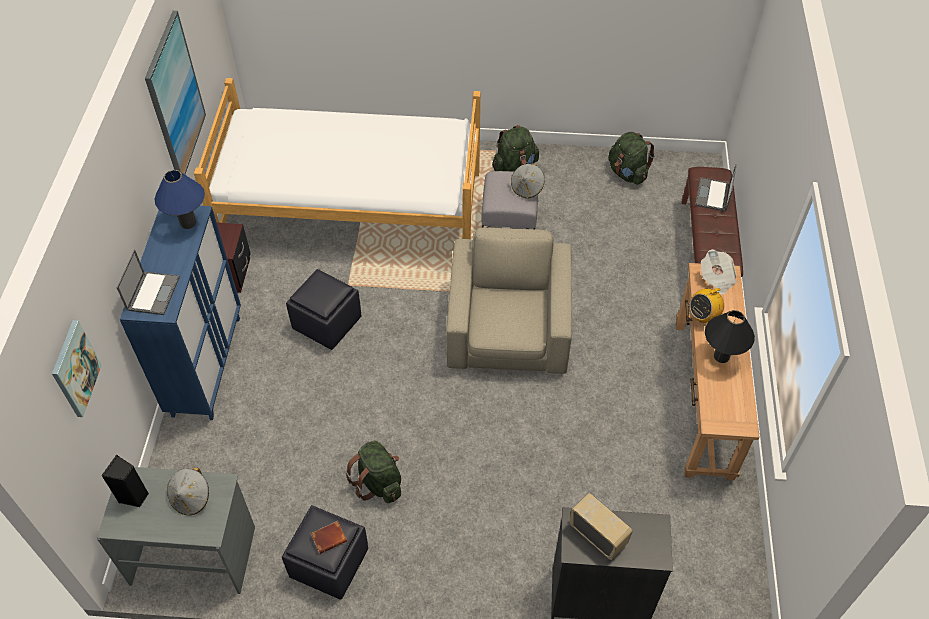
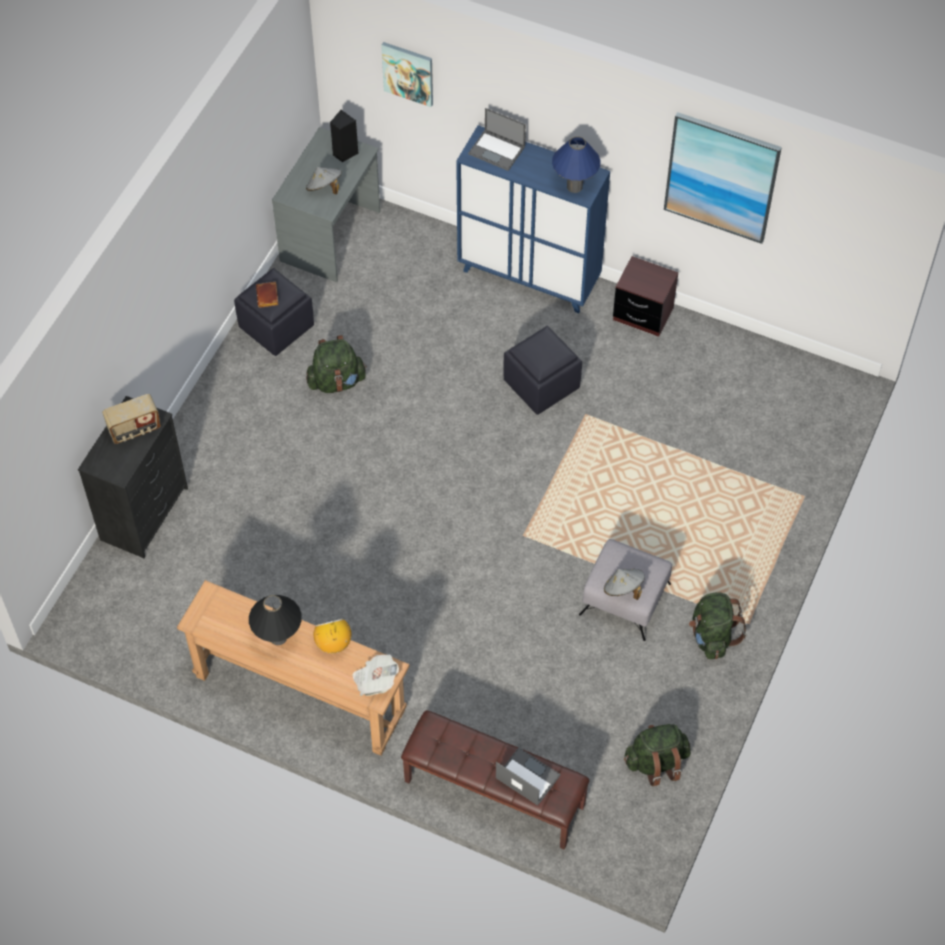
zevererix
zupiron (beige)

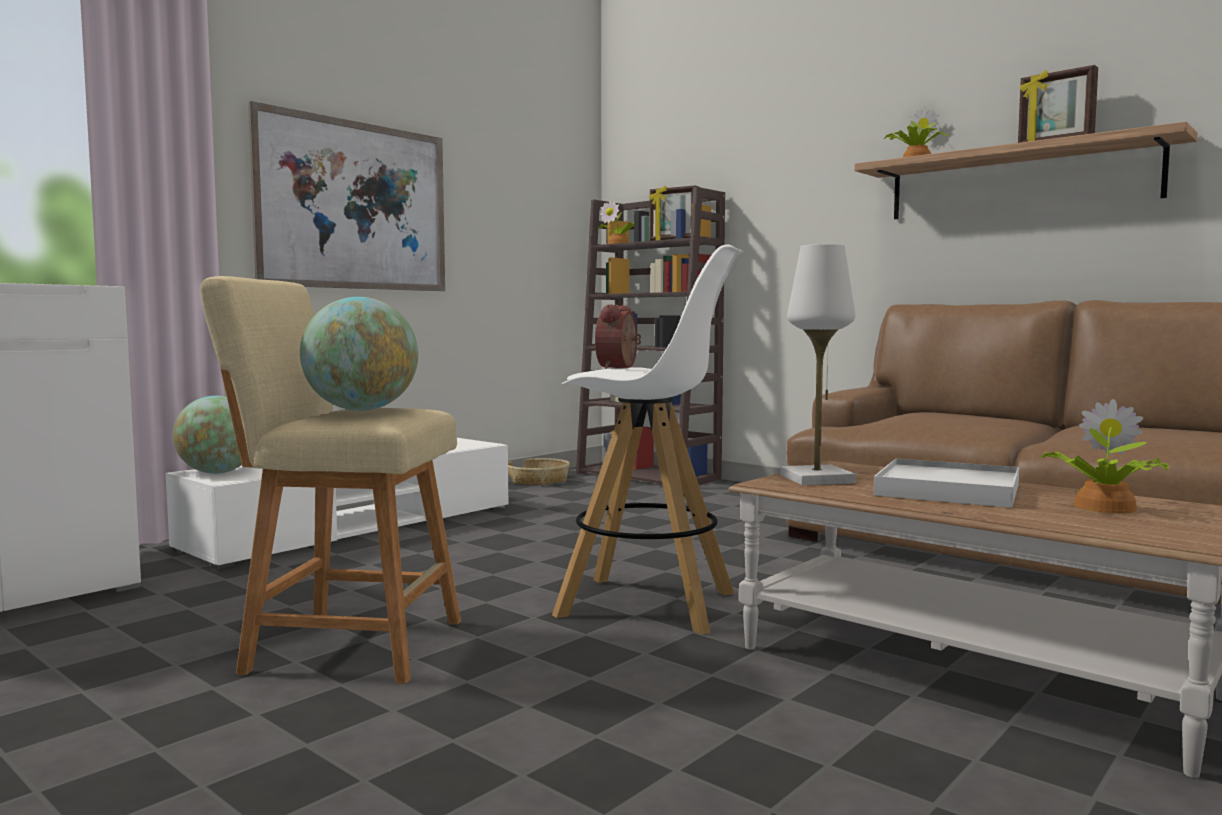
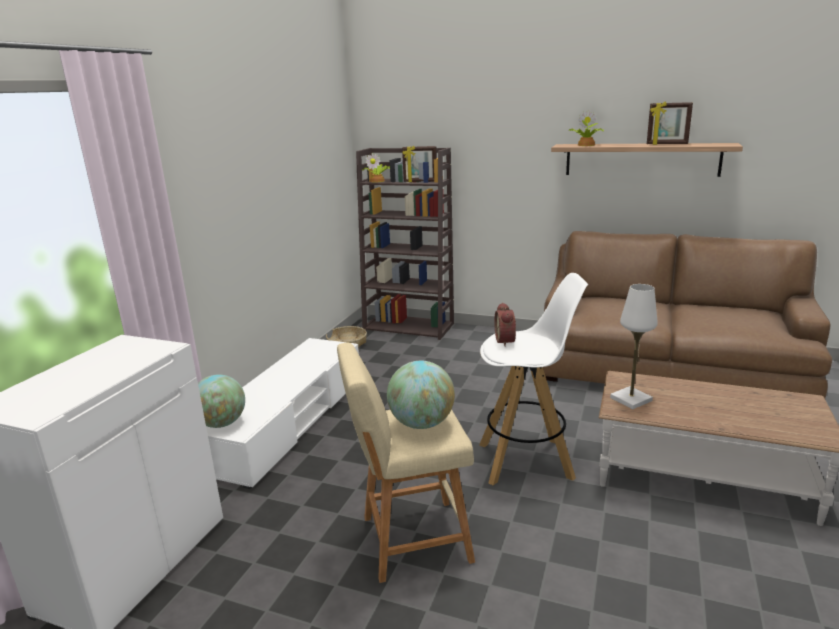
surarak
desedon (no. 3 from left in the first image)
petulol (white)

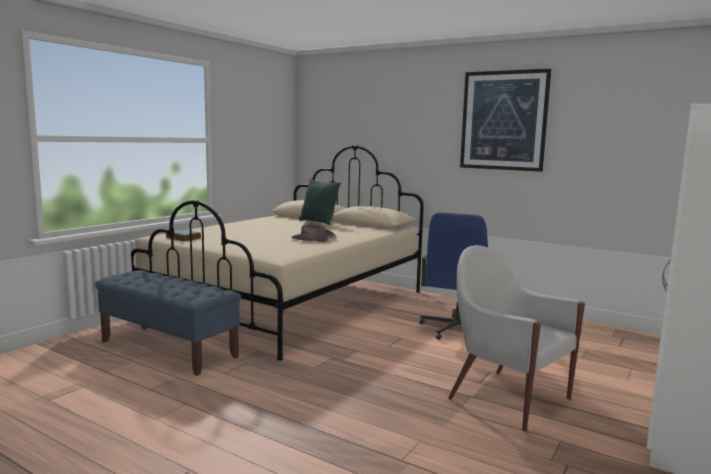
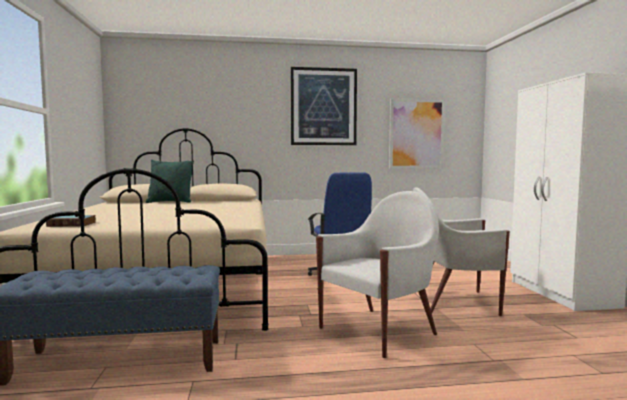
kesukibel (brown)
surarak (no. 2 from left)
zupiron (white) (no. 1 from left)

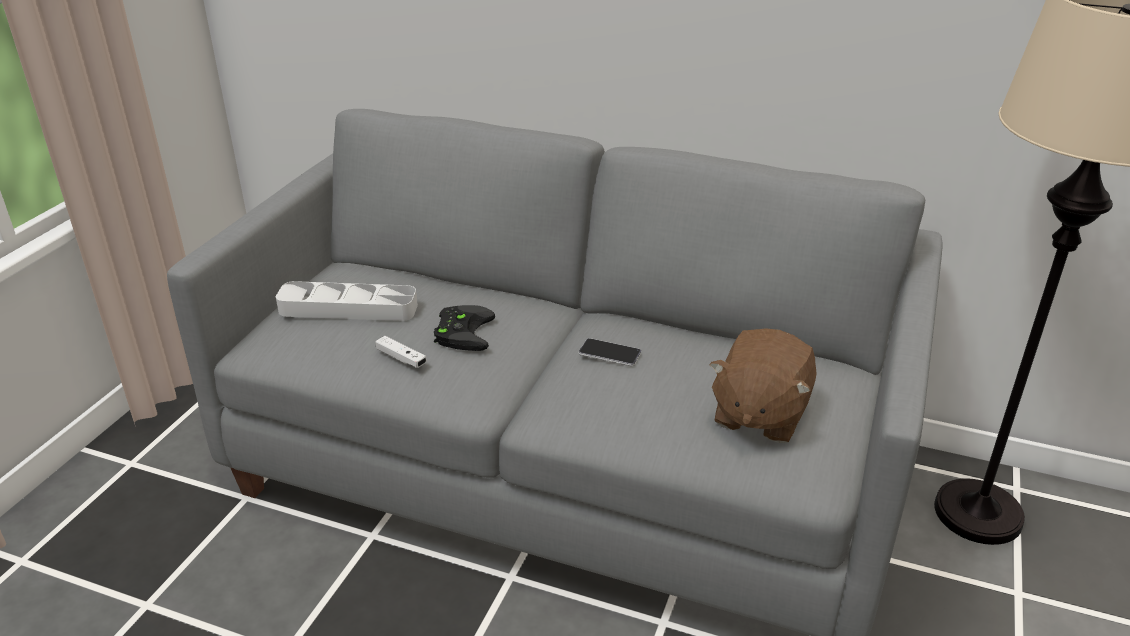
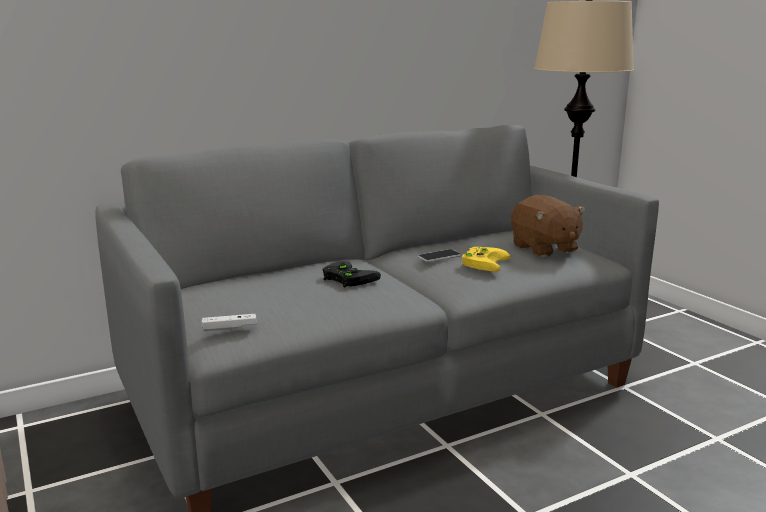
petulol (grey)
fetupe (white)
fetupe (yellow)

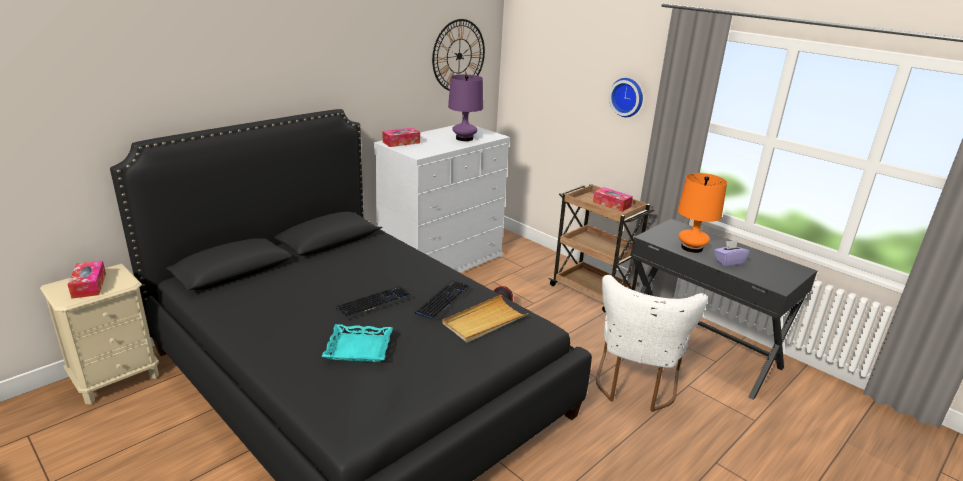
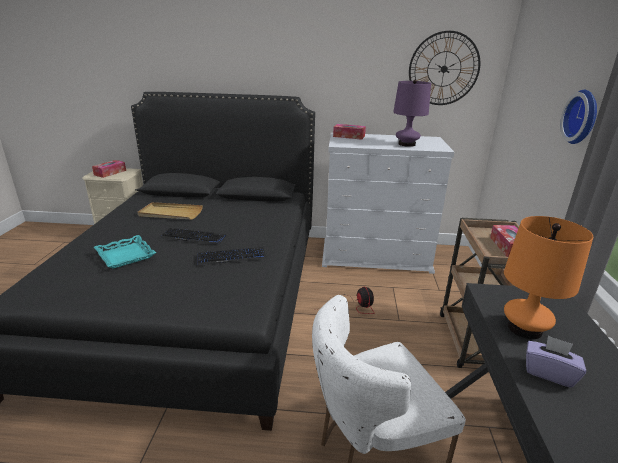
petulol (beige)

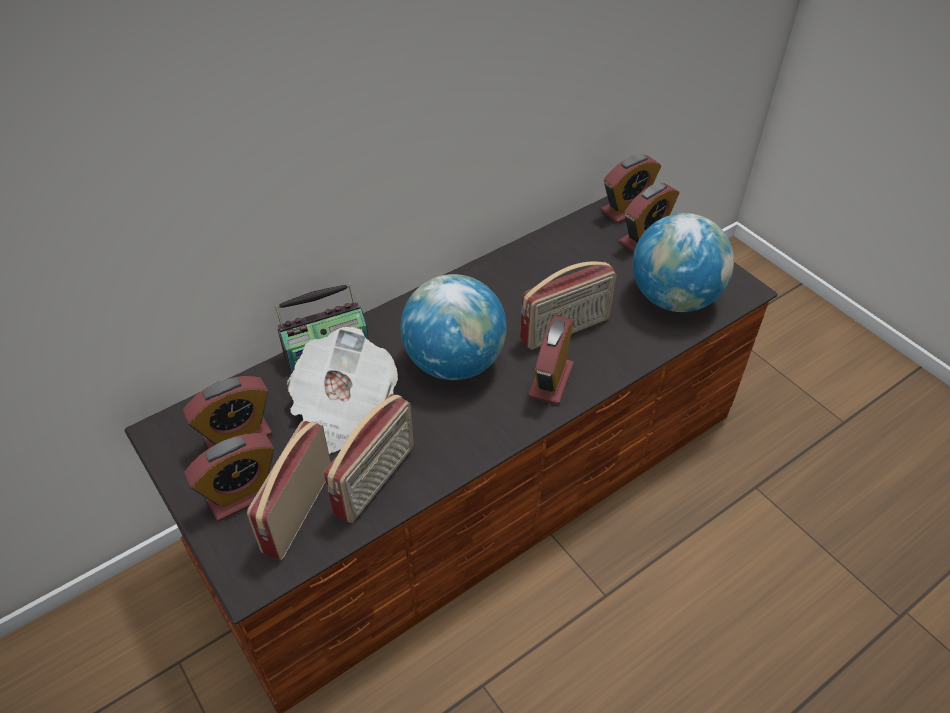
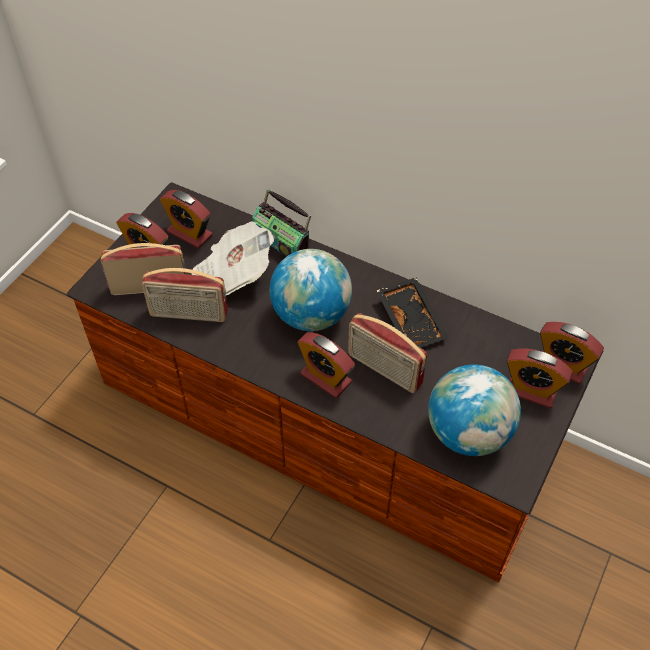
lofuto (no. 3 from left)
petulol (black)

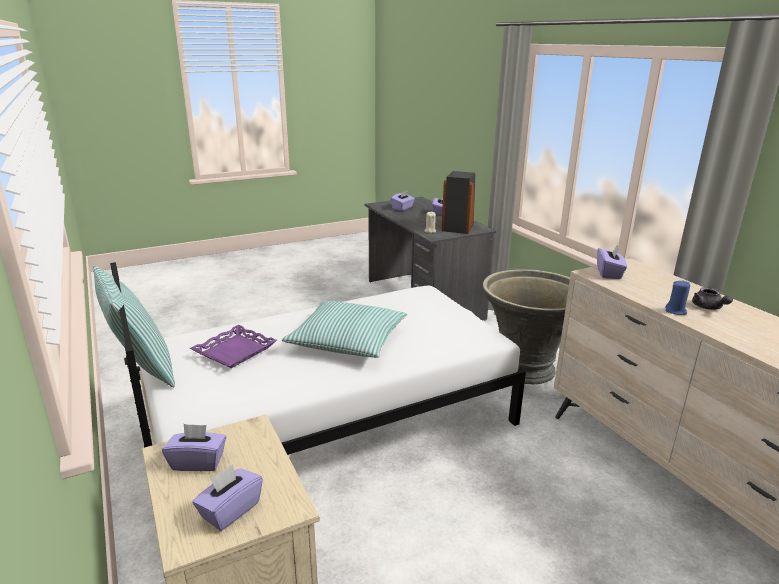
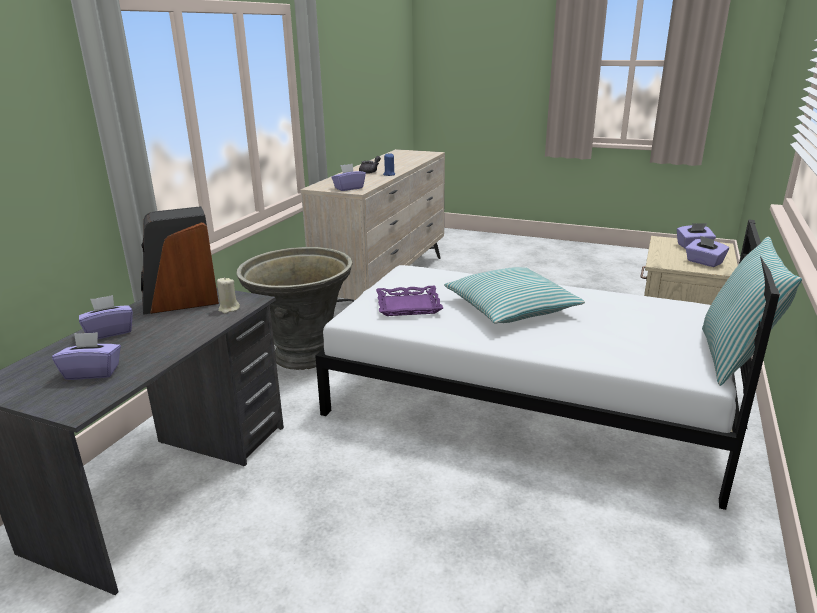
petulol (purple)

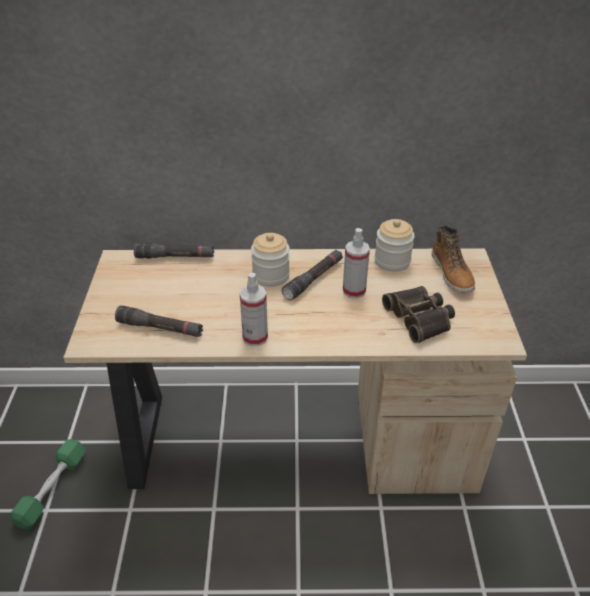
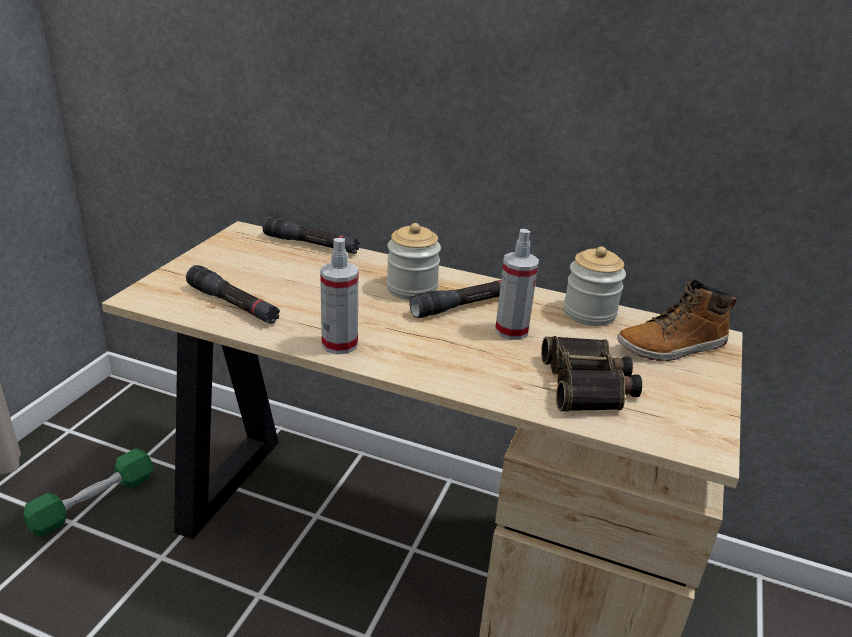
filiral

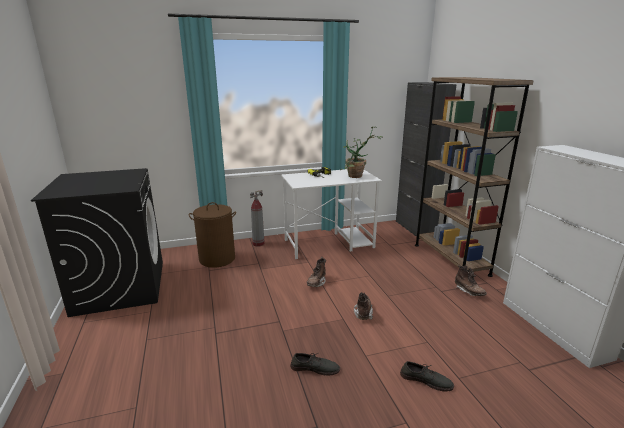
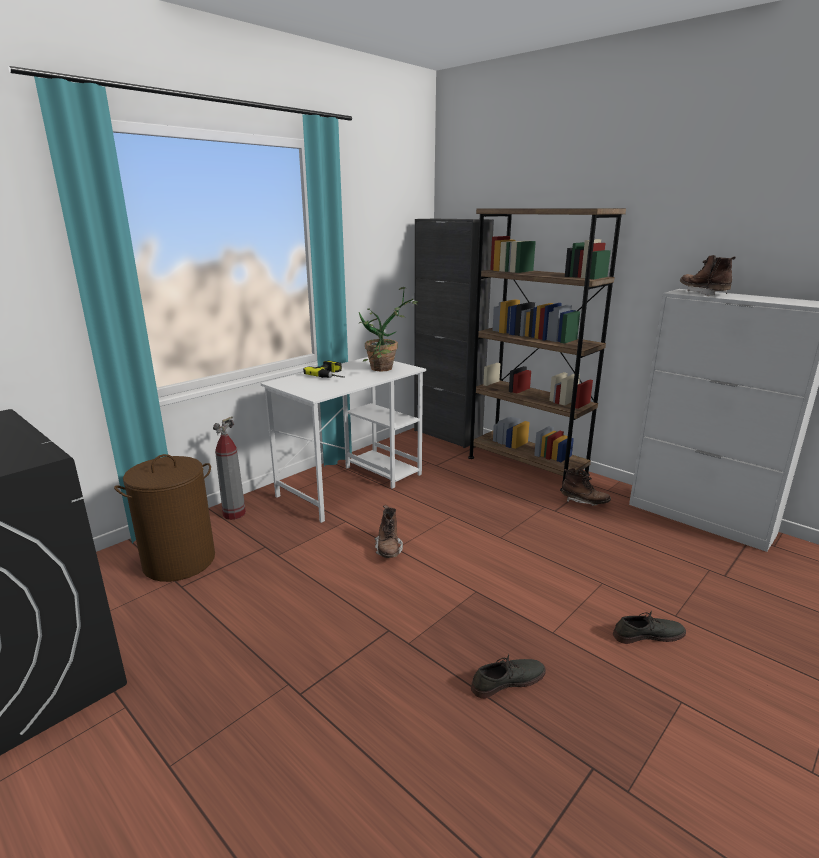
filiral (brown) (no. 3 from left)

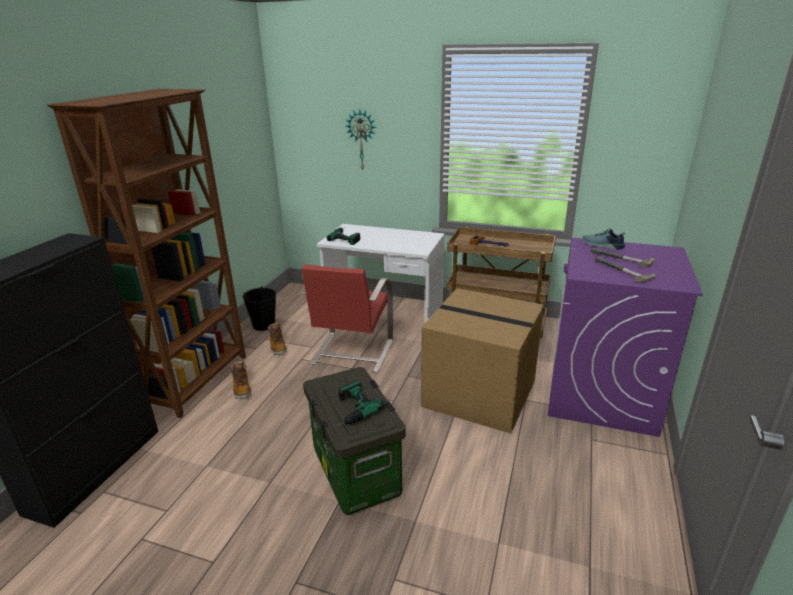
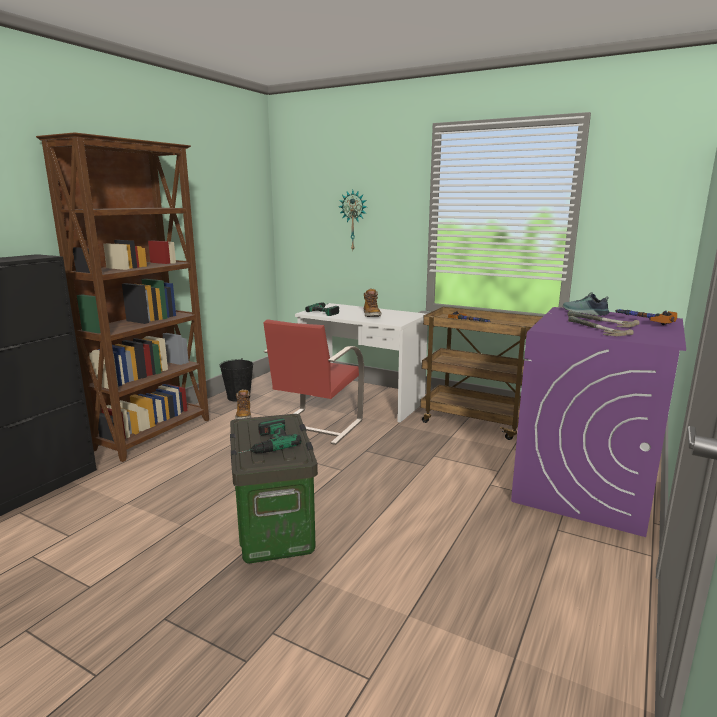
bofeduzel
filiral (no. 2 from left)
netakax (no. 4 from left)

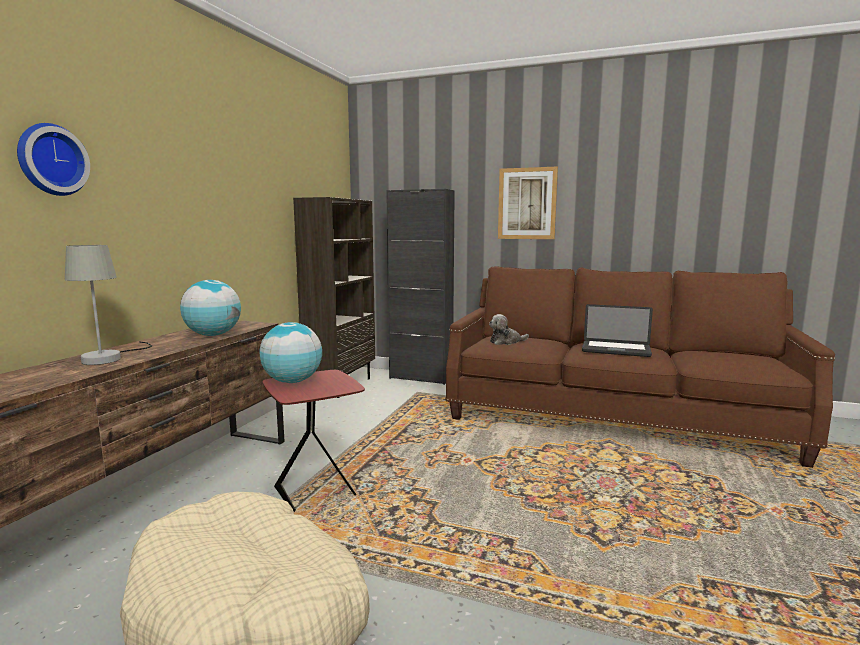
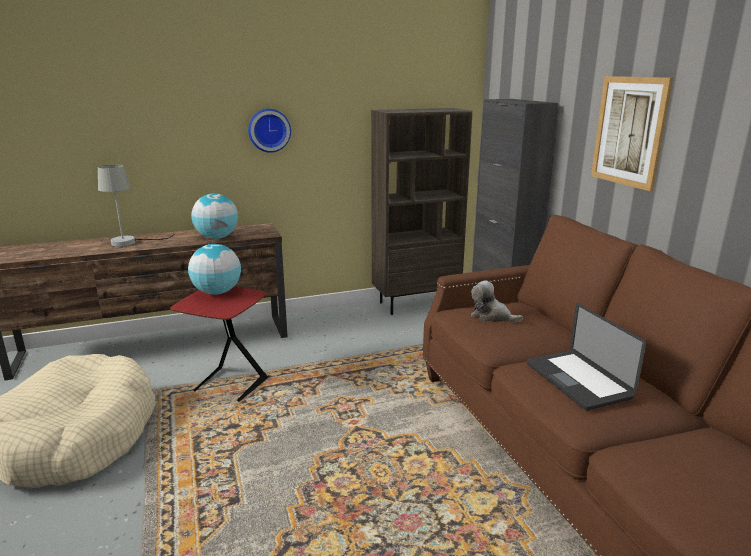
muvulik

